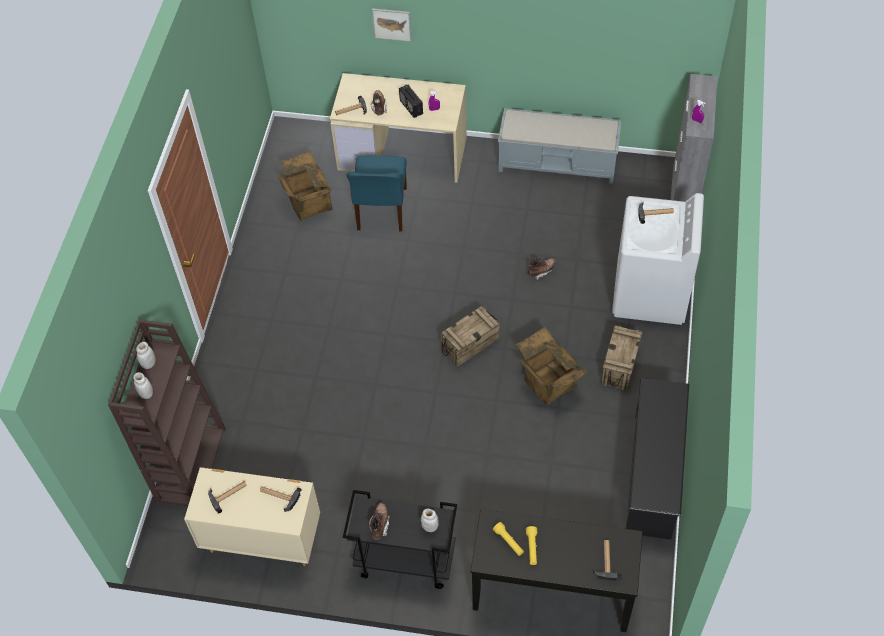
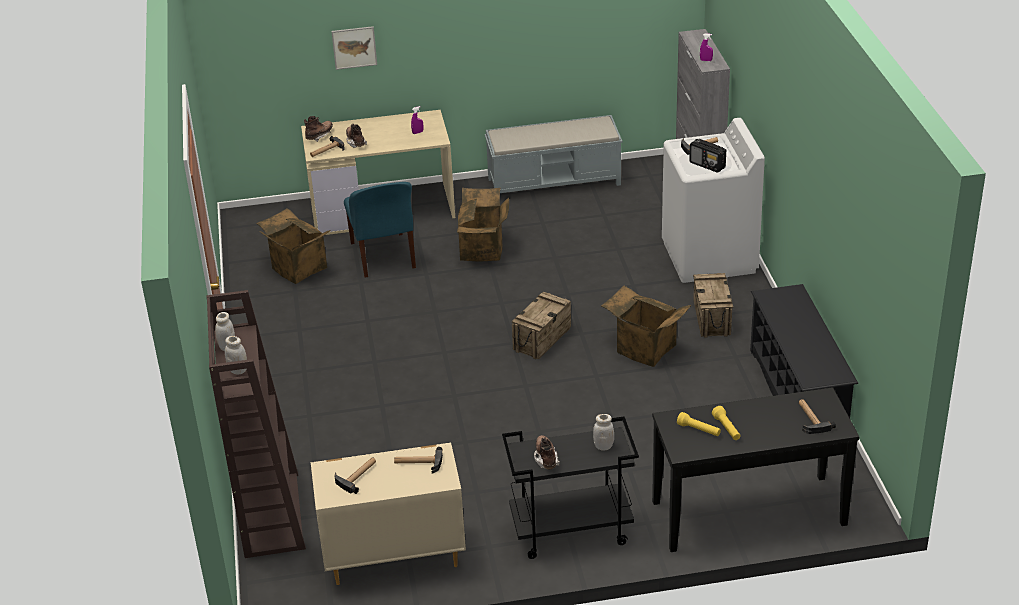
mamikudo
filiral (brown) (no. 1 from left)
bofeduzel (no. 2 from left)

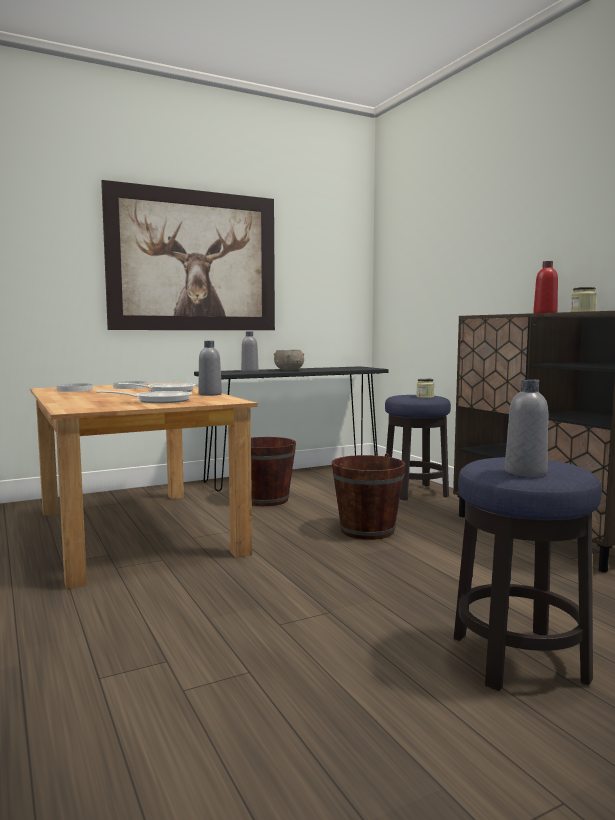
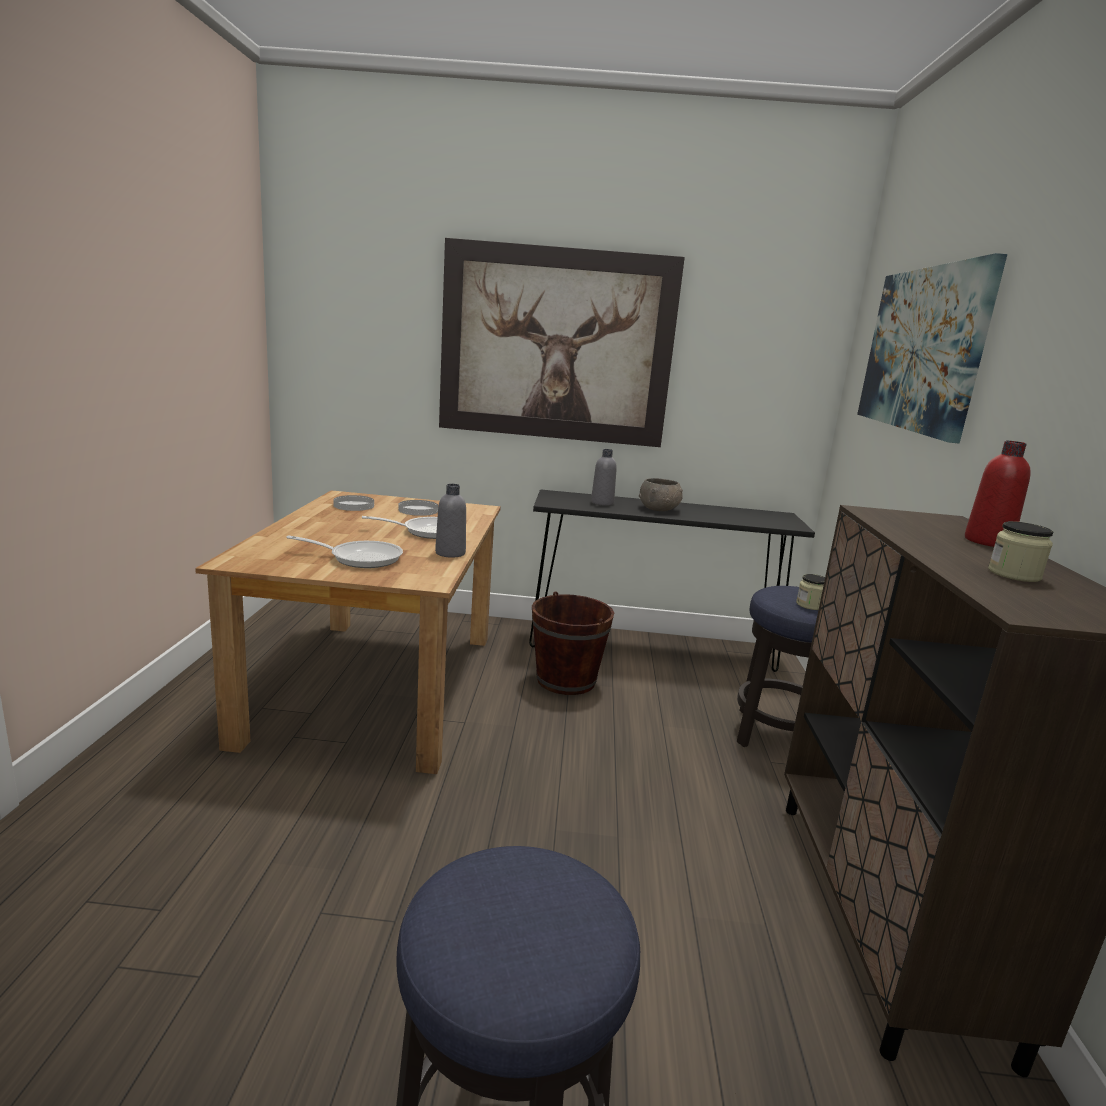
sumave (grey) (no. 3 from left in the first image)
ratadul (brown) (no. 2 from left in the first image)
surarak (no. 2 from left)

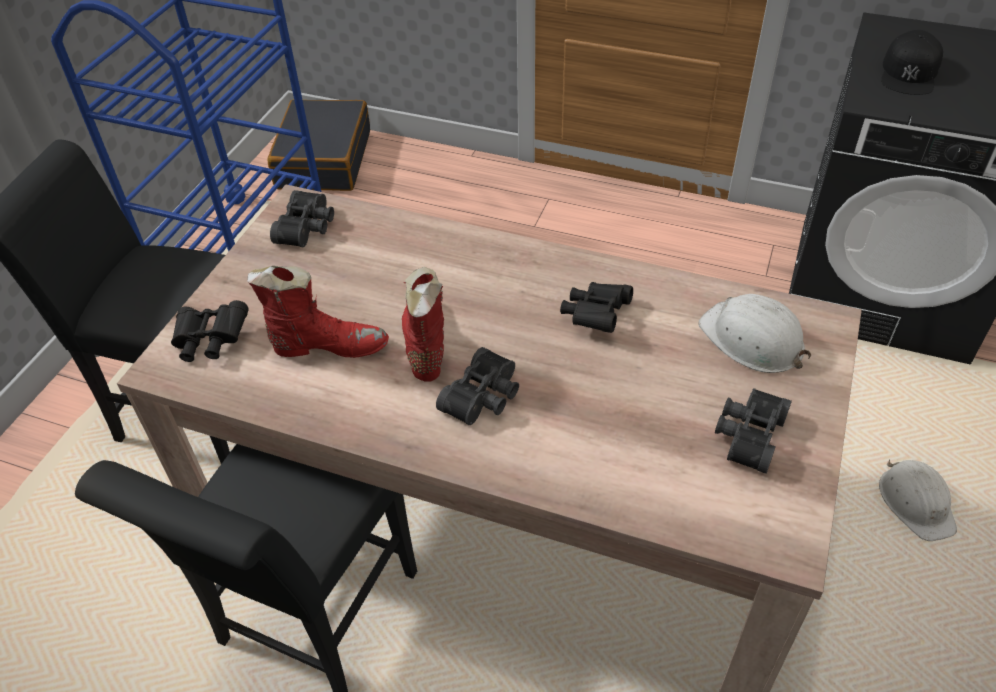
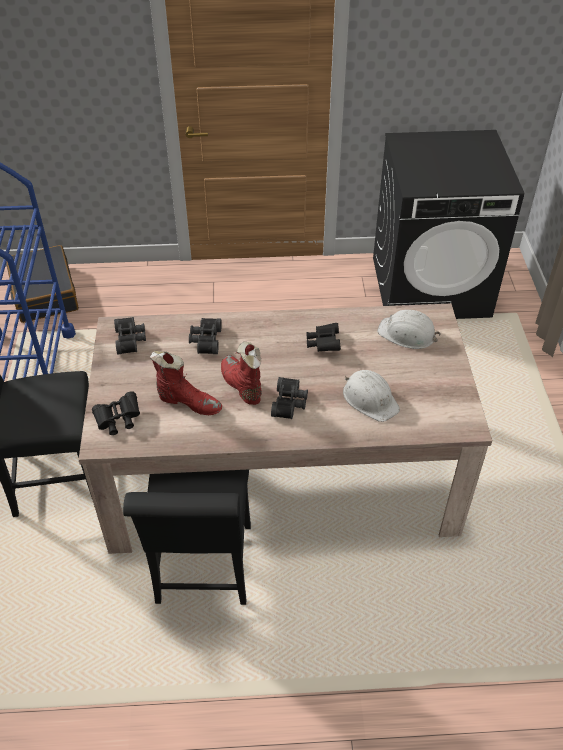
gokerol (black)
filiral (red) (no. 1 from left)
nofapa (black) (no. 3 from left)
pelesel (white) (no. 1 from left)

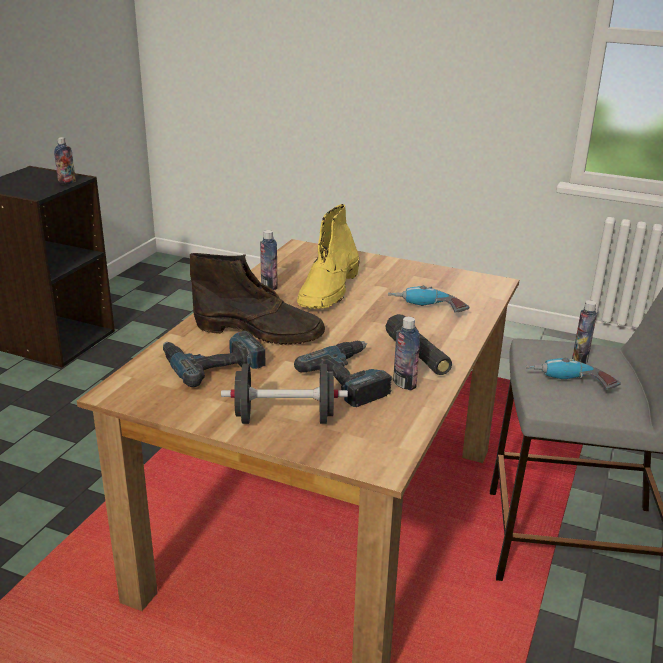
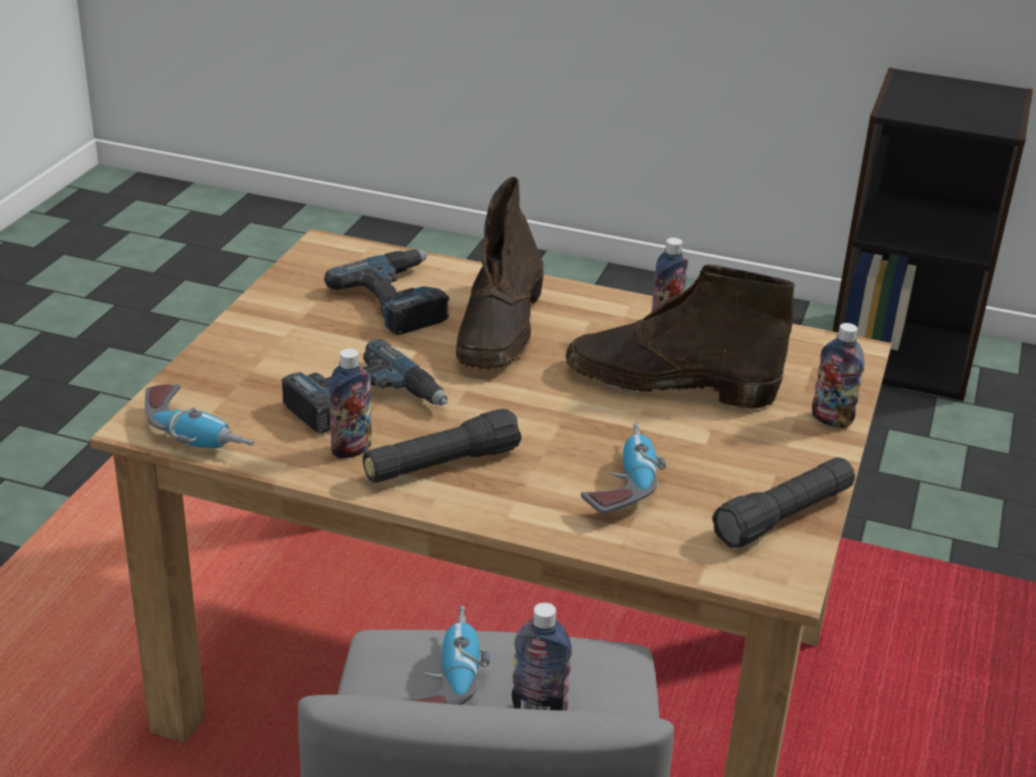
sumave (no. 4 from left)
filiral (brown) (no. 2 from left)
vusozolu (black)
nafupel (no. 1 from left)
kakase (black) (no. 2 from left)

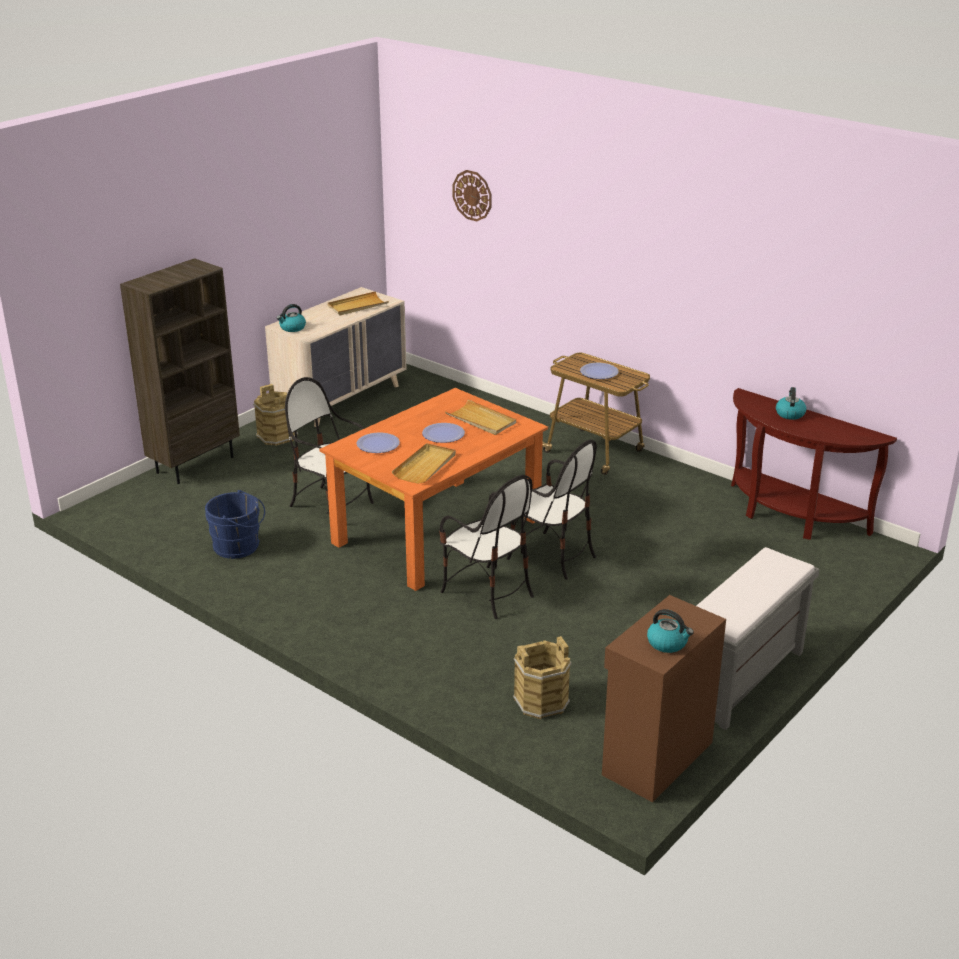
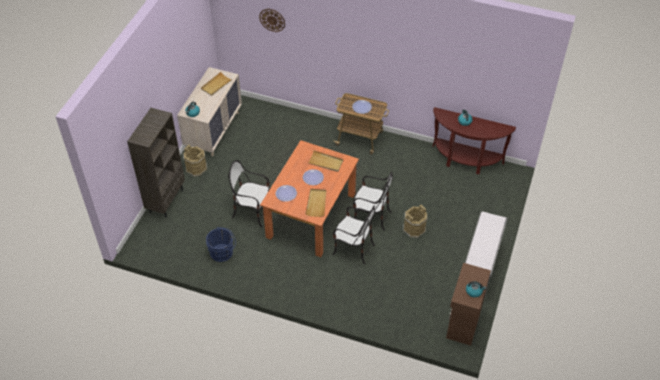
ratadul (brown) (no. 2 from left)

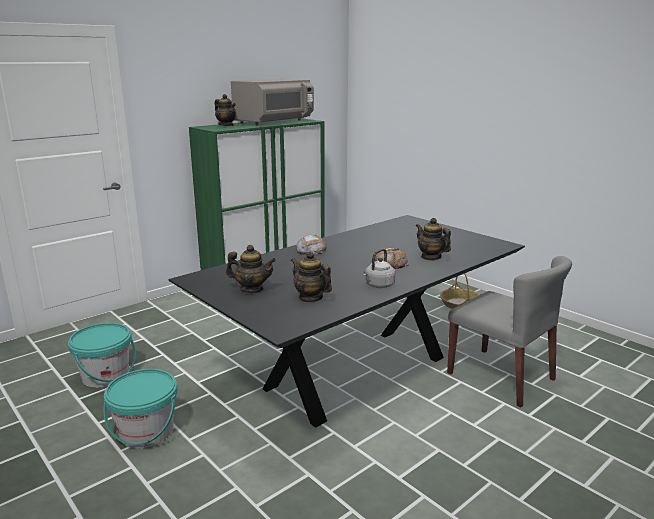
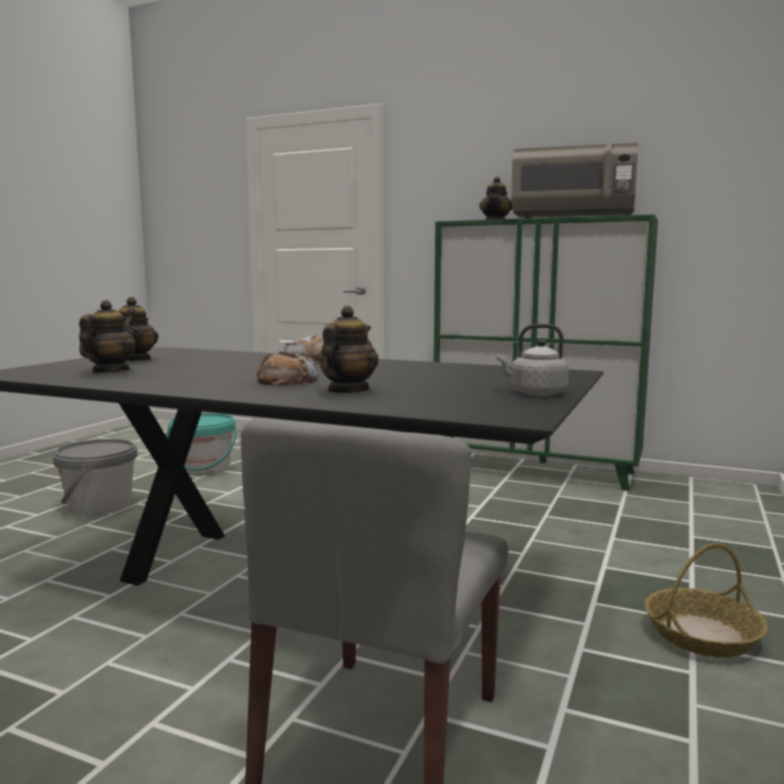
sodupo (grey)
ratadul (grey)

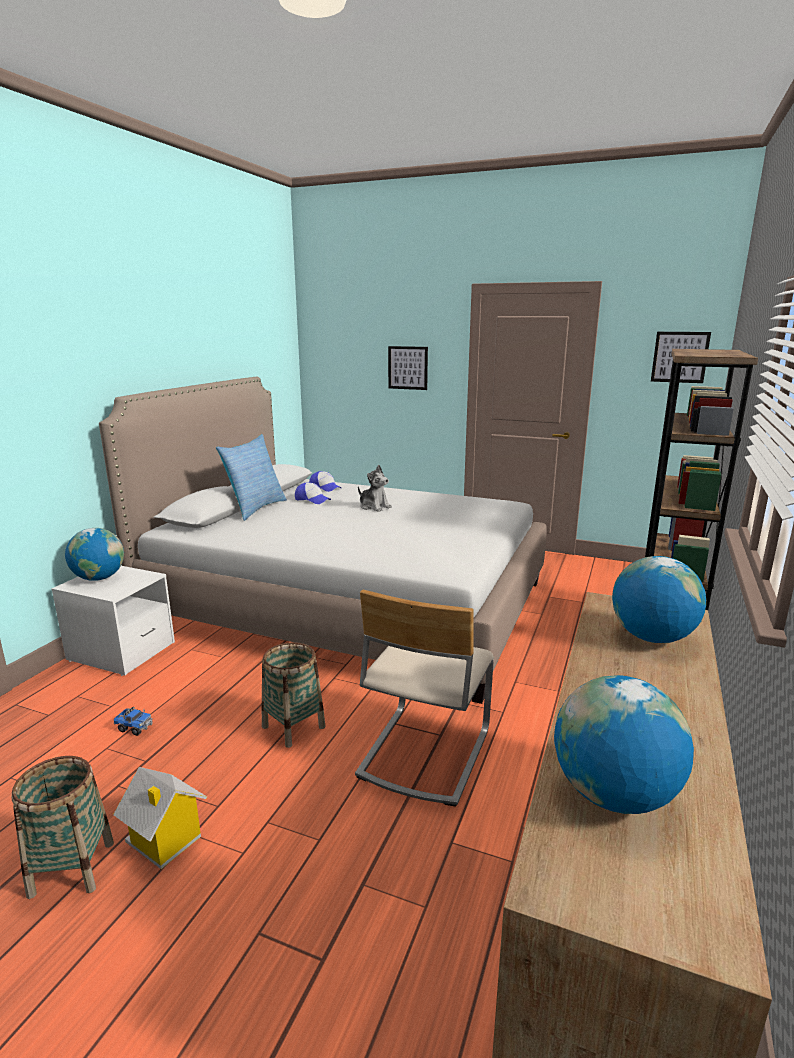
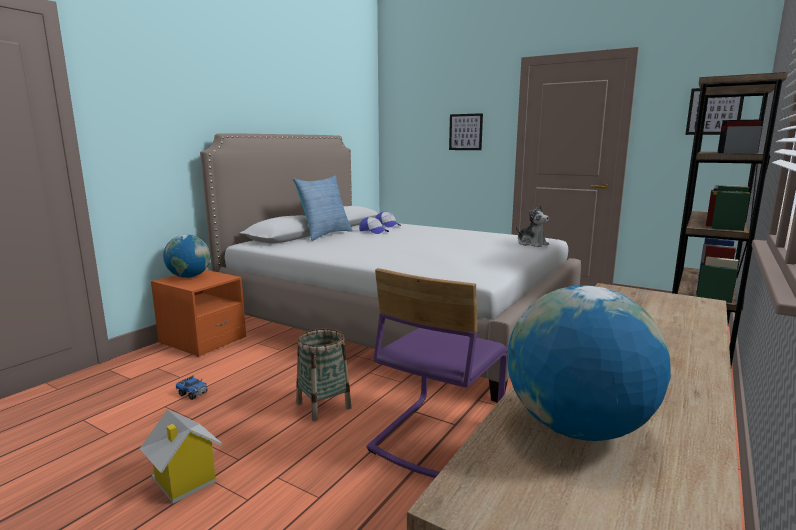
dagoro
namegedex (no. 3 from left in the first image)
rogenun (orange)
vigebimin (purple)
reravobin (no. 1 from left in the first image)

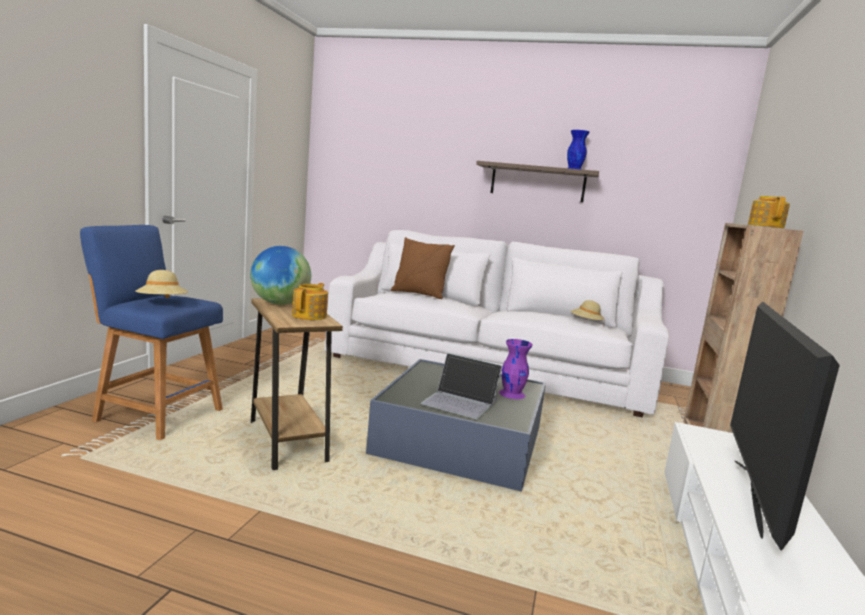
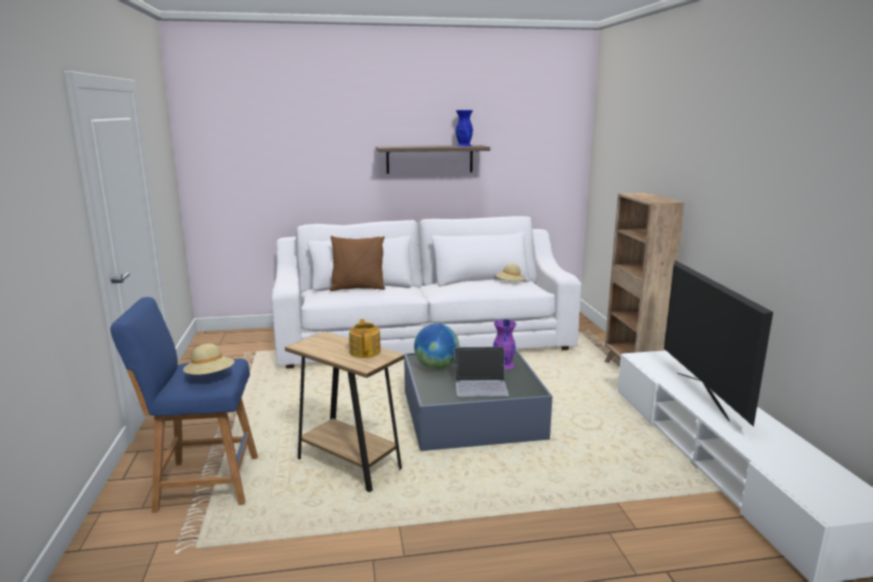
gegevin (no. 2 from left in the first image)
namegedex

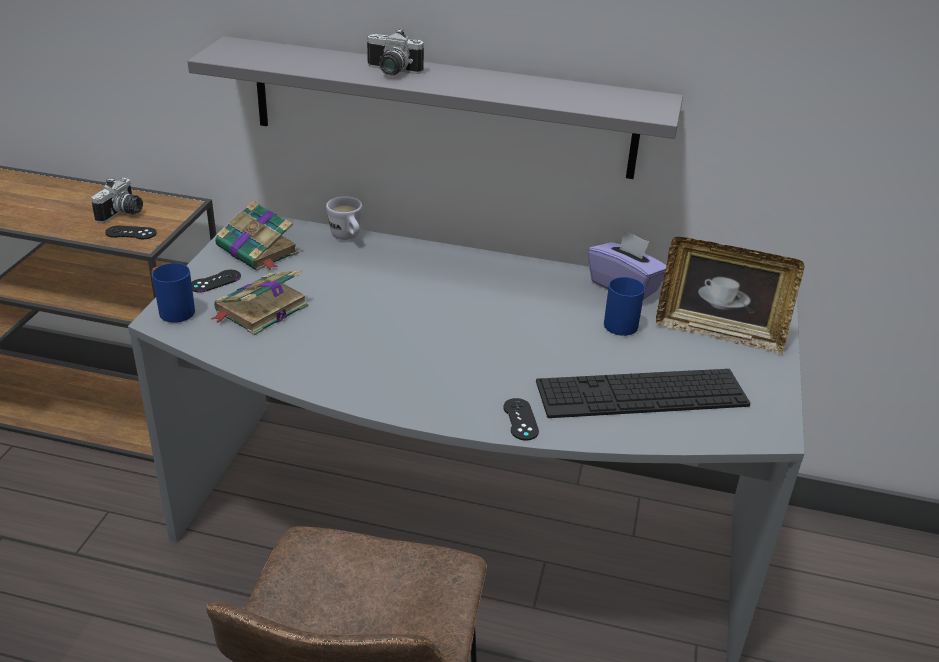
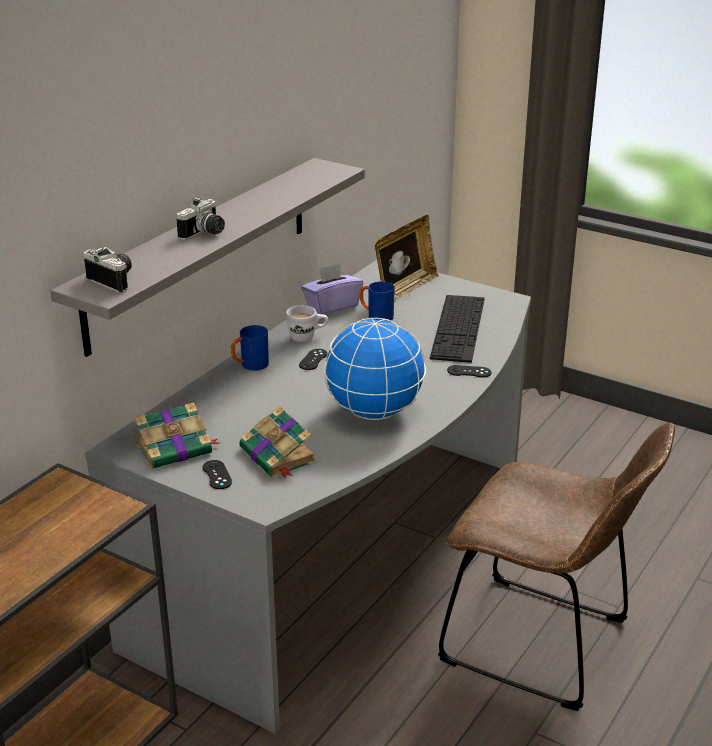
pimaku (no. 1 from left)
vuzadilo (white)
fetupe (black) (no. 2 from left)
vuzadilo (blue) (no. 1 from left)
namegedex

